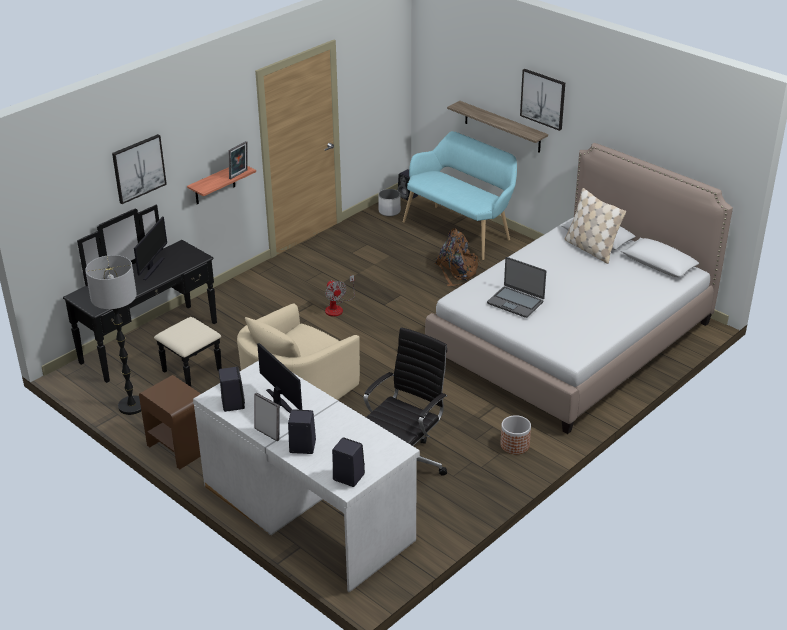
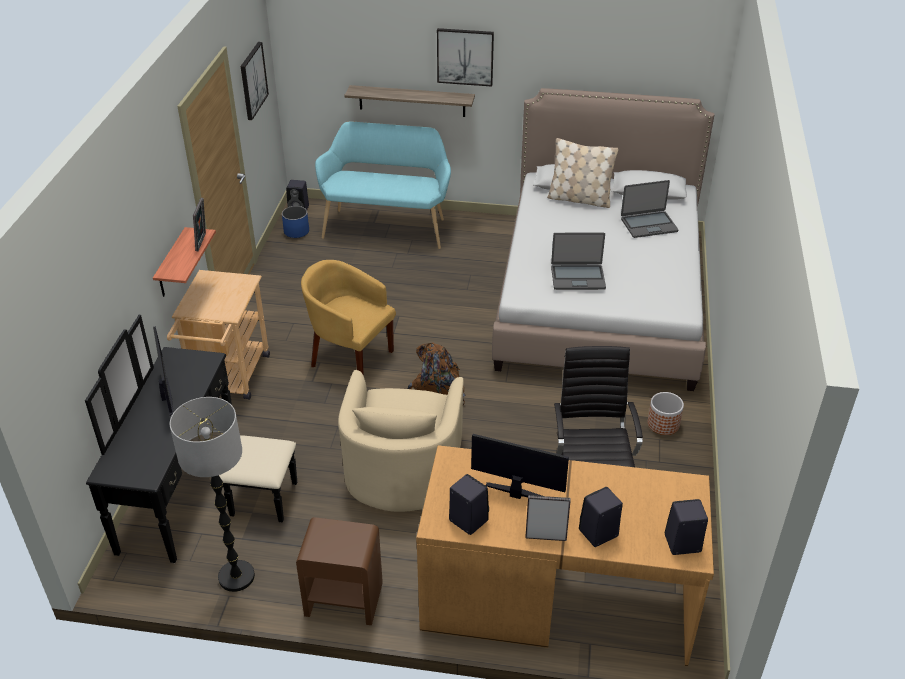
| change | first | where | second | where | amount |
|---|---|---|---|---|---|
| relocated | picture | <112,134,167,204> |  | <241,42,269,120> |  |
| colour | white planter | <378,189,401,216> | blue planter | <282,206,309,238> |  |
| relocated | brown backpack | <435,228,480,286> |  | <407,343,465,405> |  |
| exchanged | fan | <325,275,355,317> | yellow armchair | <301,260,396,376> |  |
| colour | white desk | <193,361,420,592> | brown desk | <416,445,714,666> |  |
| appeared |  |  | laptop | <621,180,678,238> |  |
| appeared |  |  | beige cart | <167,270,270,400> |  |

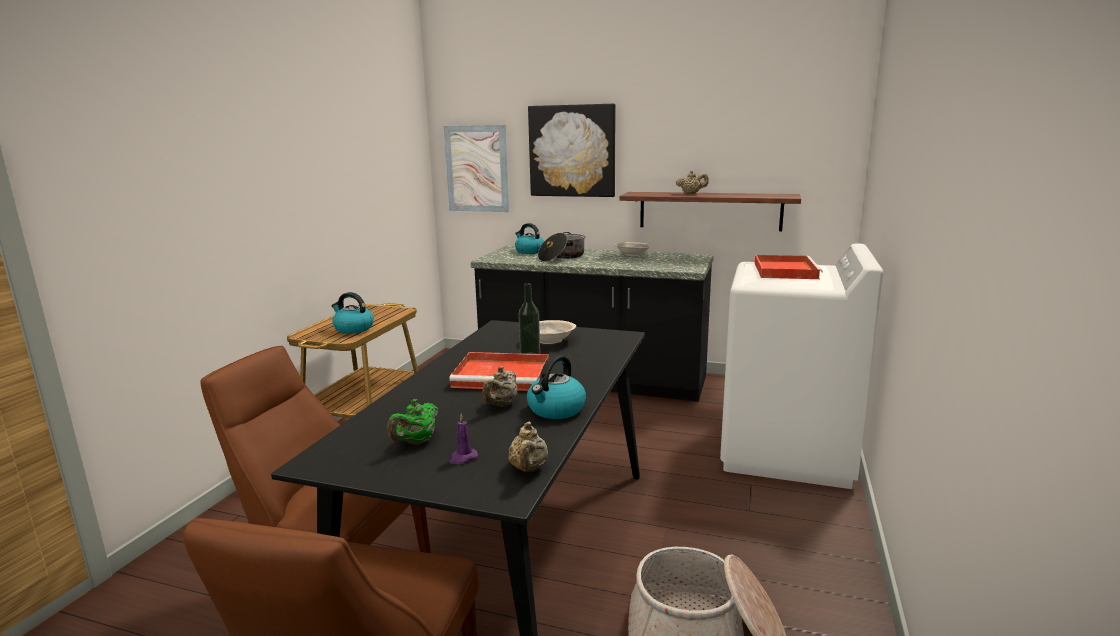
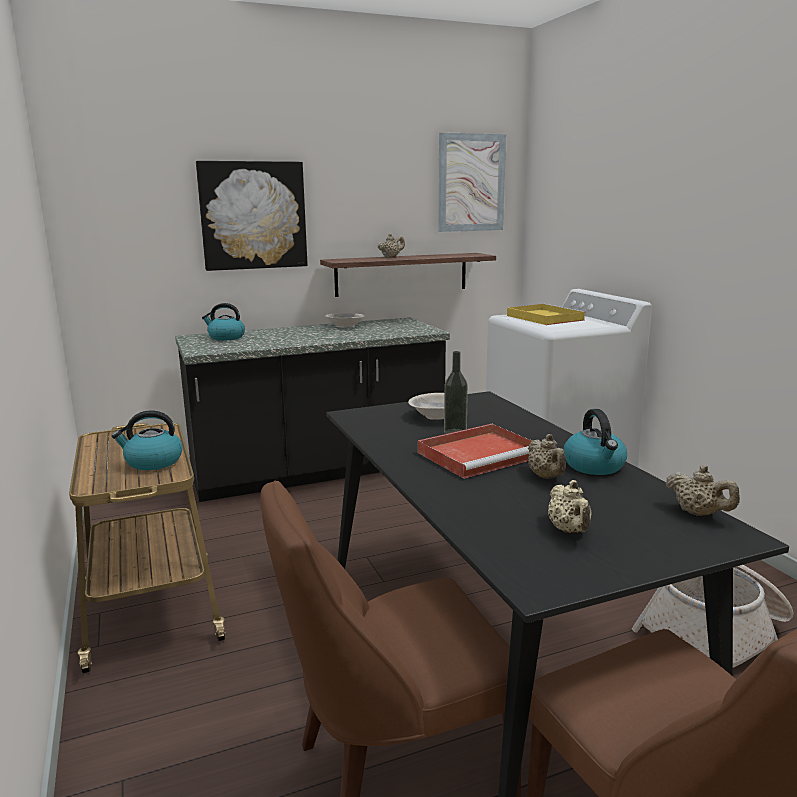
| change | first | where | second | where | amount |
|---|---|---|---|---|---|
| relocated | picture | <444,125,509,212> |  | <438,133,506,232> |  |
| missing | cooking pot | <538,232,585,262> |  |  |  |
| colour | red tray | <755,255,823,279> | yellow tray | <507,304,586,325> |  |
| colour | green teapot | <387,399,438,445> | beige teapot | <548,480,592,533> |  |
| missing | purple candle | <450,413,478,464> |  |  |  |

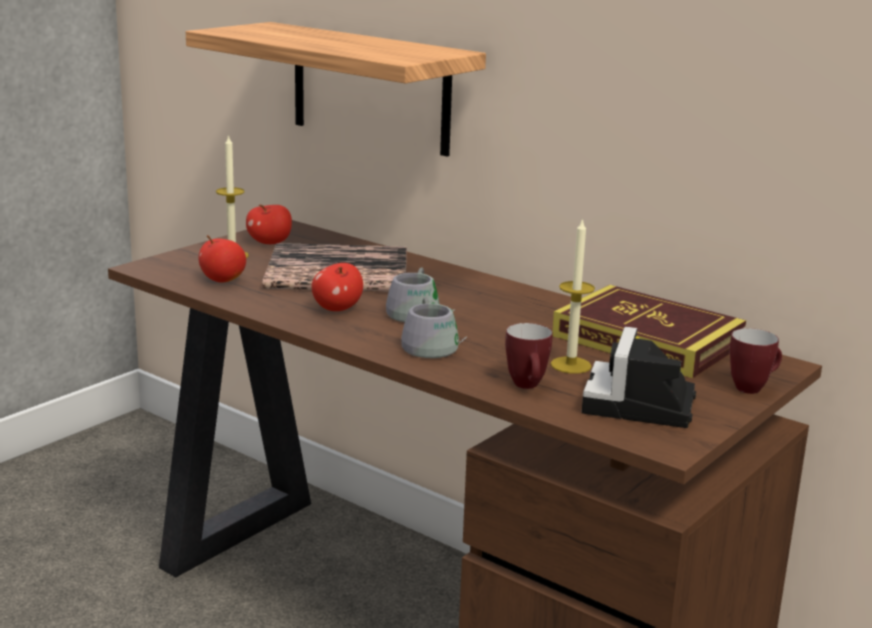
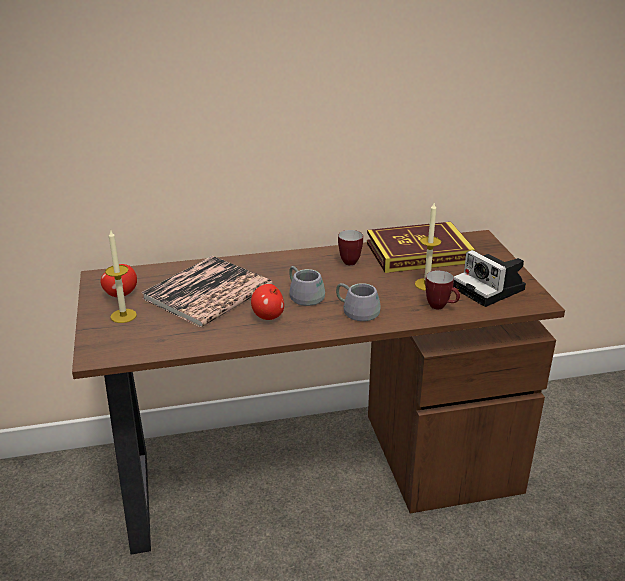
| change | first | where | second | where | amount |
|---|---|---|---|---|---|
| missing | shelf | <186,22,486,157> |  |  |  |
| missing | apple | <198,235,246,283> |  |  |  |
| relocated | mug | <730,328,782,394> |  | <338,230,363,266> |  |

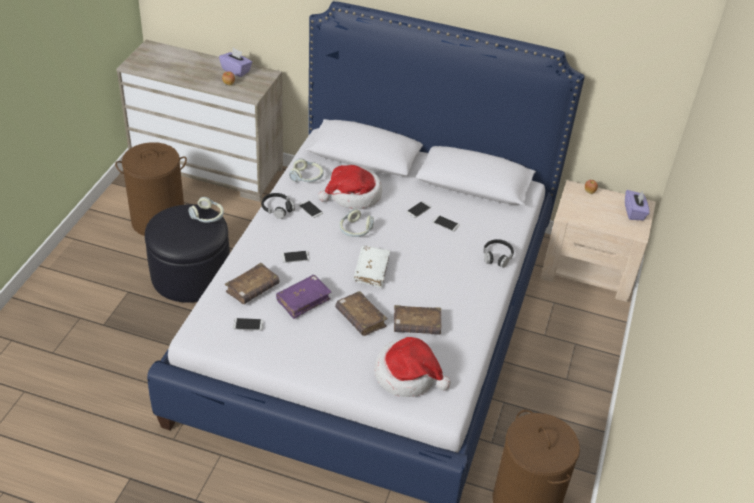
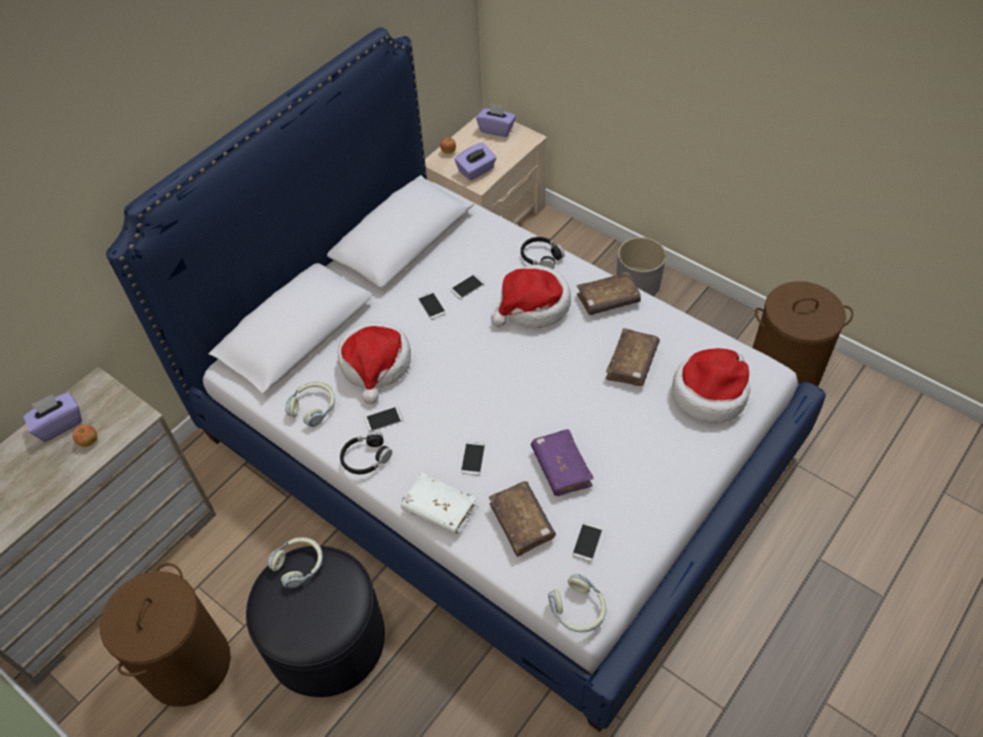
| change | first | where | second | where | amount |
|---|---|---|---|---|---|
| relocated | headphones | <339,209,374,237> |  | <548,574,606,632> |  |
| relocated | white book | <353,246,390,288> |  | <401,472,477,535> |  |
| relocated | brown book | <335,291,388,336> |  | <577,271,641,315> |  |
| appeared |  |  | purple tissue box | <455,143,496,181> |  |
| appeared |  |  | grey planter | <616,237,666,296> |  |
| appeared |  |  | hat | <491,265,571,328> |  |

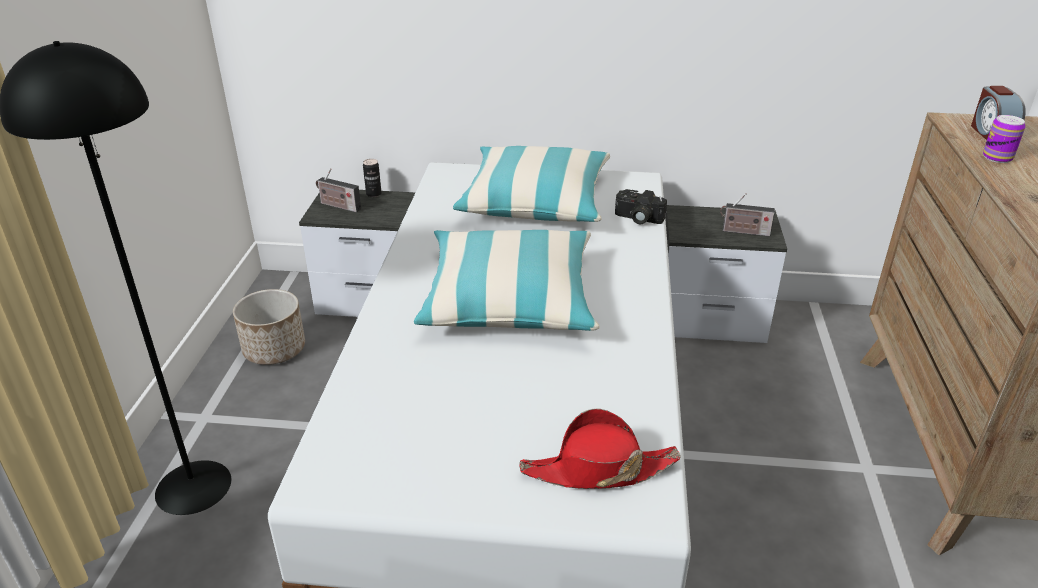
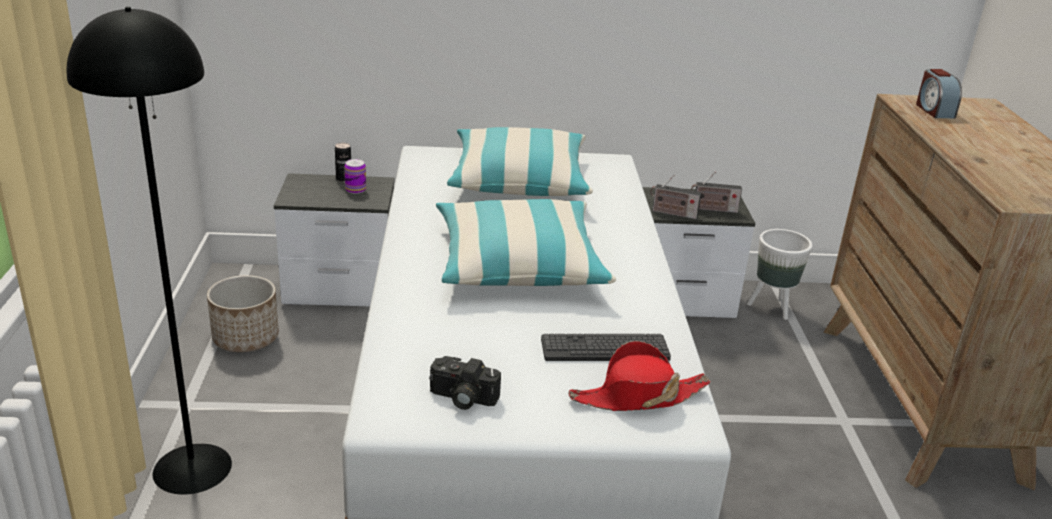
| change | first | where | second | where | amount |
|---|---|---|---|---|---|
| relocated | can | <983,115,1025,163> |  | <344,159,366,194> |  |
| relocated | radio | <316,168,361,213> |  | <650,175,702,219> |  |
| relocated | photo camera | <615,189,667,224> |  | <429,356,501,410> |  |
| appeared |  |  | white planter | <747,229,812,320> |  |
| appeared |  |  | keyboard | <541,334,671,361> |  |

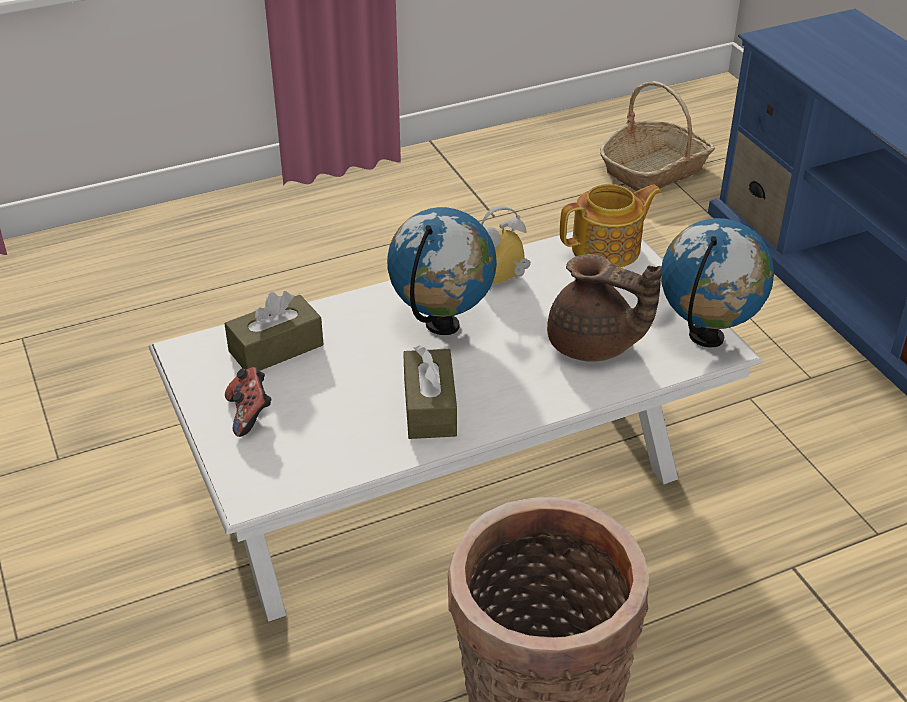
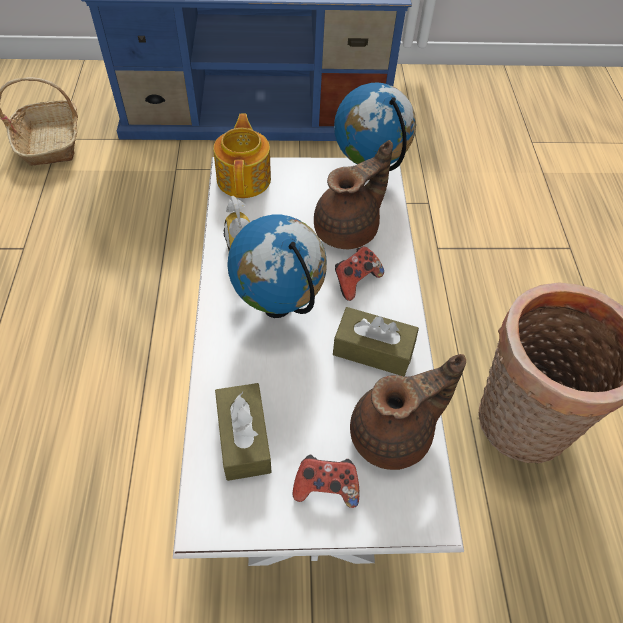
| change | first | where | second | where | amount |
|---|---|---|---|---|---|
| appeared |  |  | game controller | <335,246,384,301> |  |
| appeared |  |  | brown teapot | <350,354,466,470> |  |

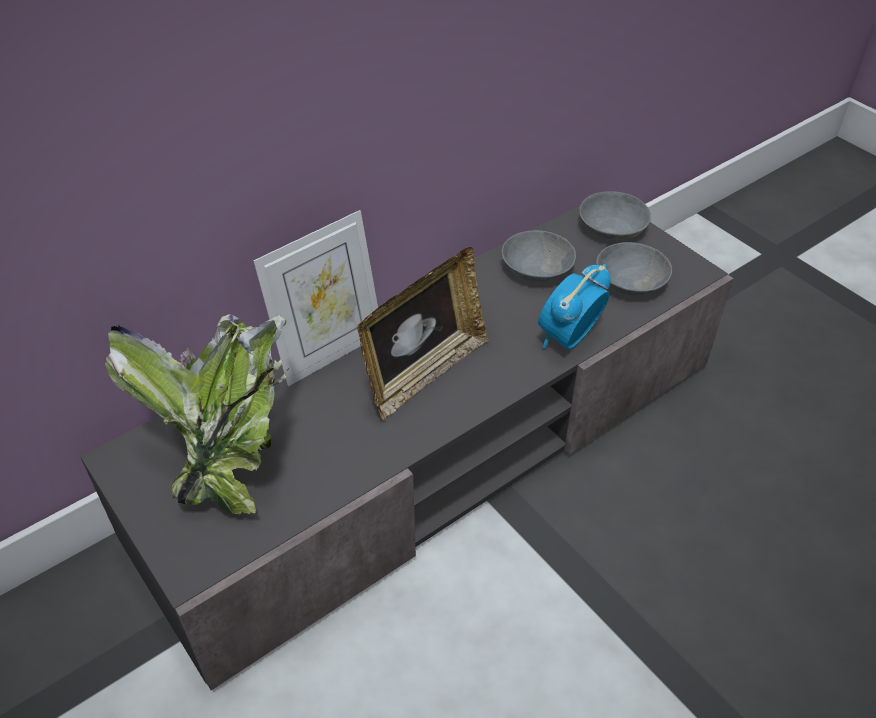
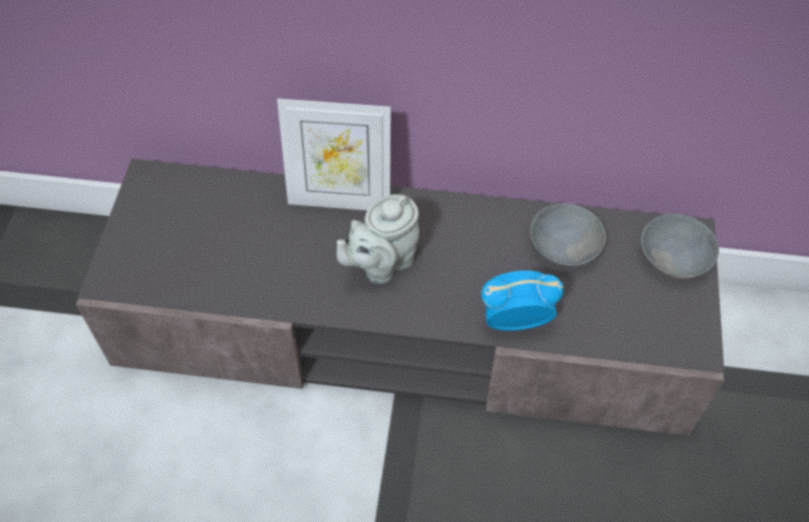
| change | first | where | second | where | amount |
|---|---|---|---|---|---|
| missing | grey bowl | <596,242,672,296> |  |  |  |
| exchanged | picture frame | <357,247,489,420> | grey teapot | <336,194,419,284> |  |
| missing | potted plant | <105,314,289,515> |  |  |  |

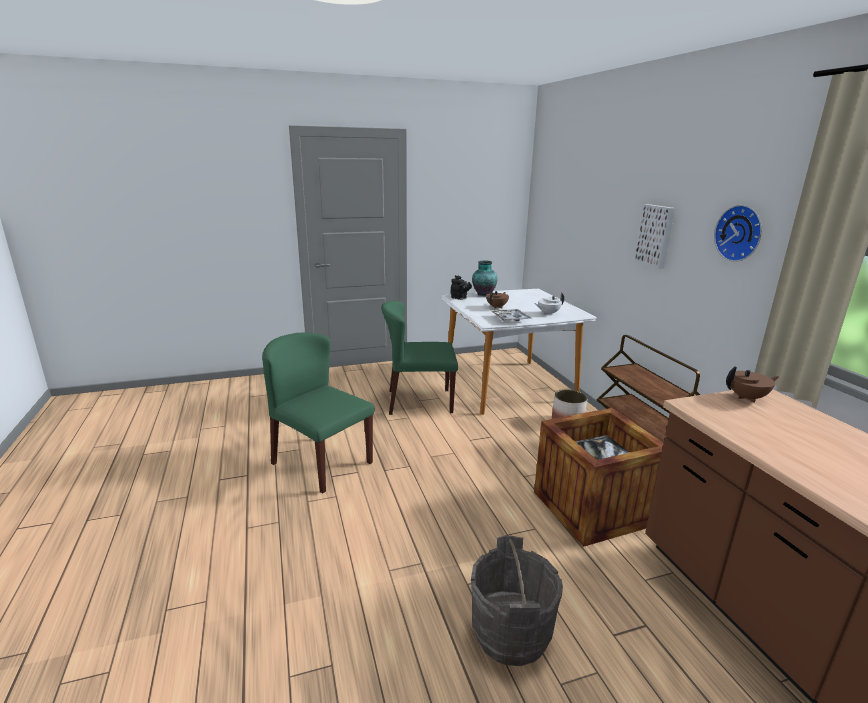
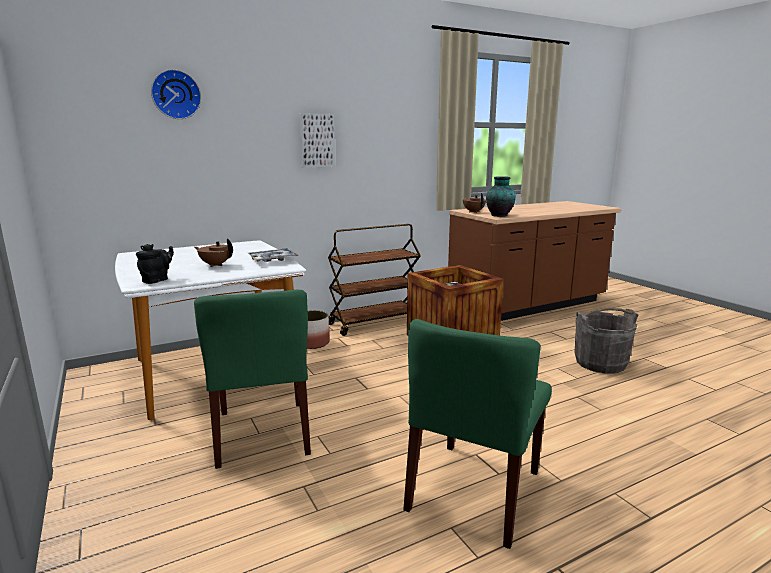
| change | first | where | second | where | amount |
|---|---|---|---|---|---|
| relocated | wall clock | <714,205,762,262> |  | <151,69,201,119> |  |
| relocated | vase | <472,260,497,296> |  | <486,176,516,217> |  |
| missing | white teapot | <534,292,564,315> |  |  |  |

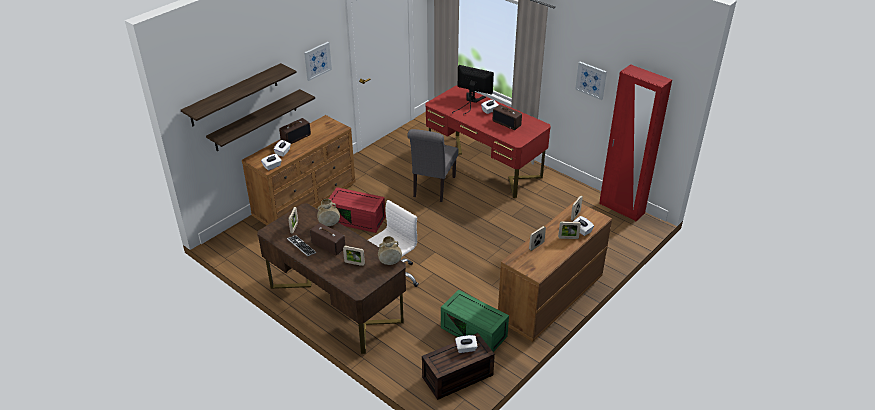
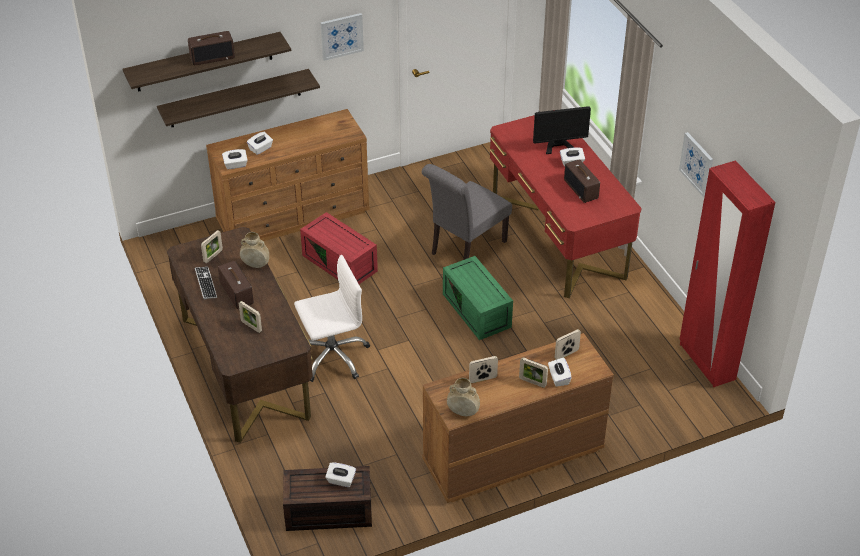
| change | first | where | second | where | amount |
|---|---|---|---|---|---|
| spun | monitor | <452,65,494,116> |  | <533,106,591,154> | 120 degrees clockwise |
| relocated | radio | <279,118,311,144> |  | <188,31,235,65> |  |
| relocated | beige vase | <378,236,402,265> |  | <447,378,480,416> |  |
| relocated | green storage box | <441,290,509,352> |  | <443,256,513,340> |  |

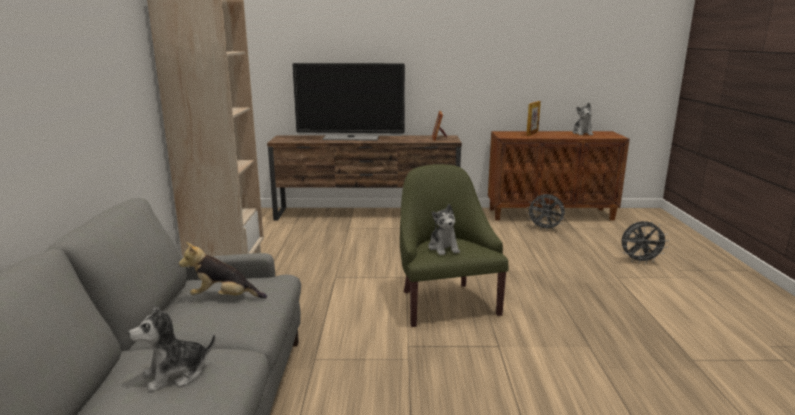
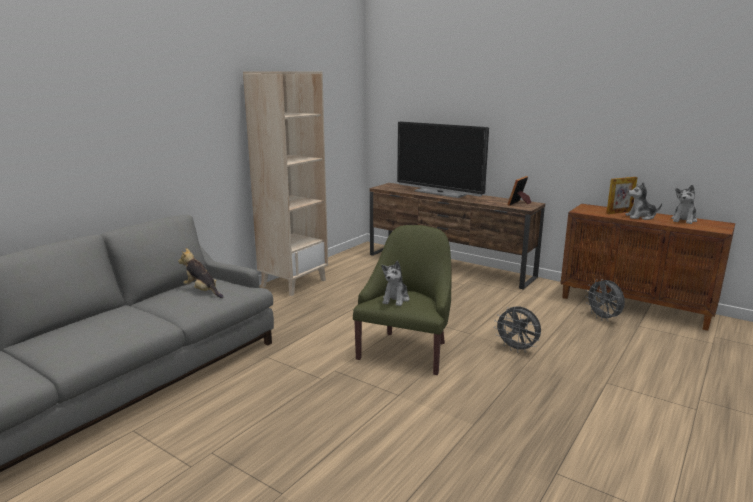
| change | first | where | second | where | amount |
|---|---|---|---|---|---|
| relocated | grey fan | <621,221,669,264> |  | <494,307,541,353> |  |
| relocated | plush toy | <128,305,215,393> |  | <625,182,662,220> |  |

